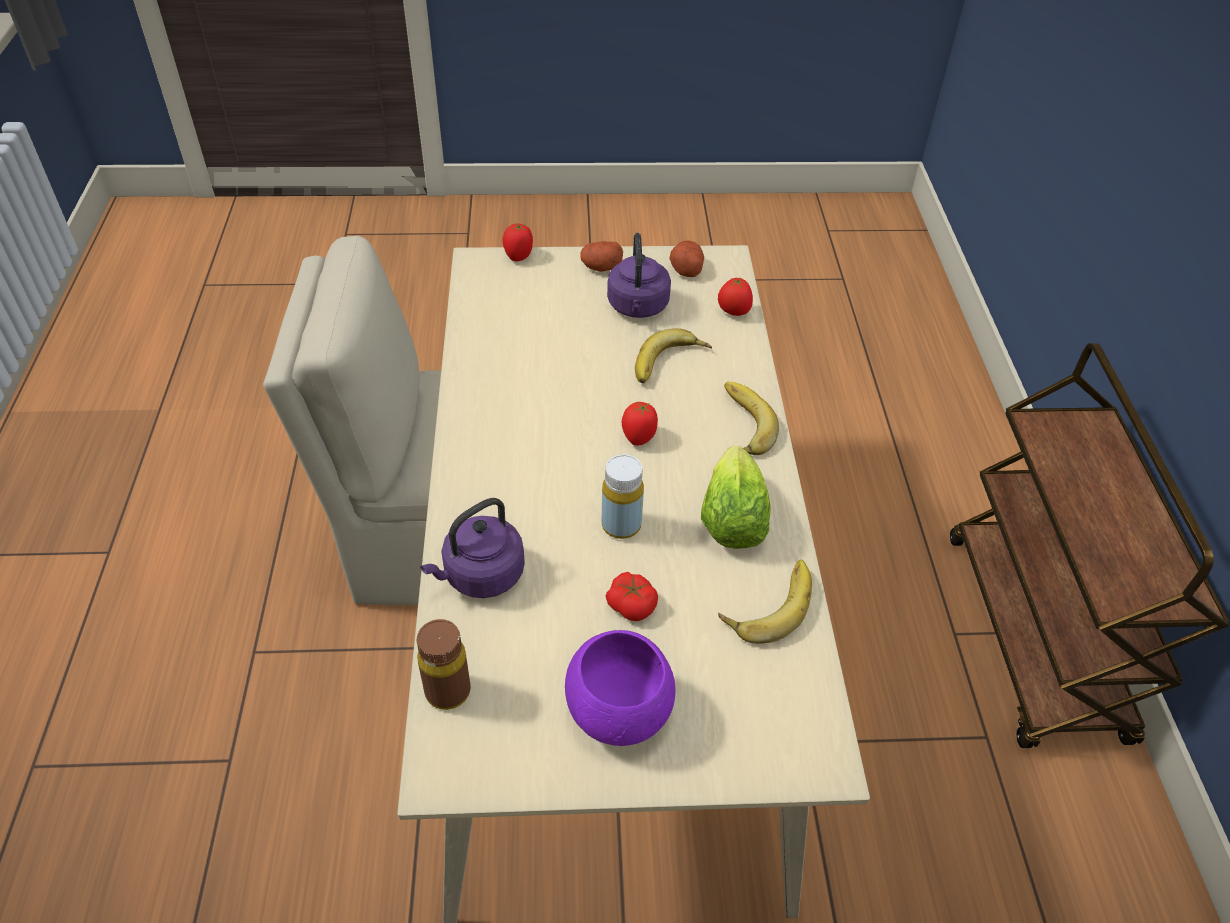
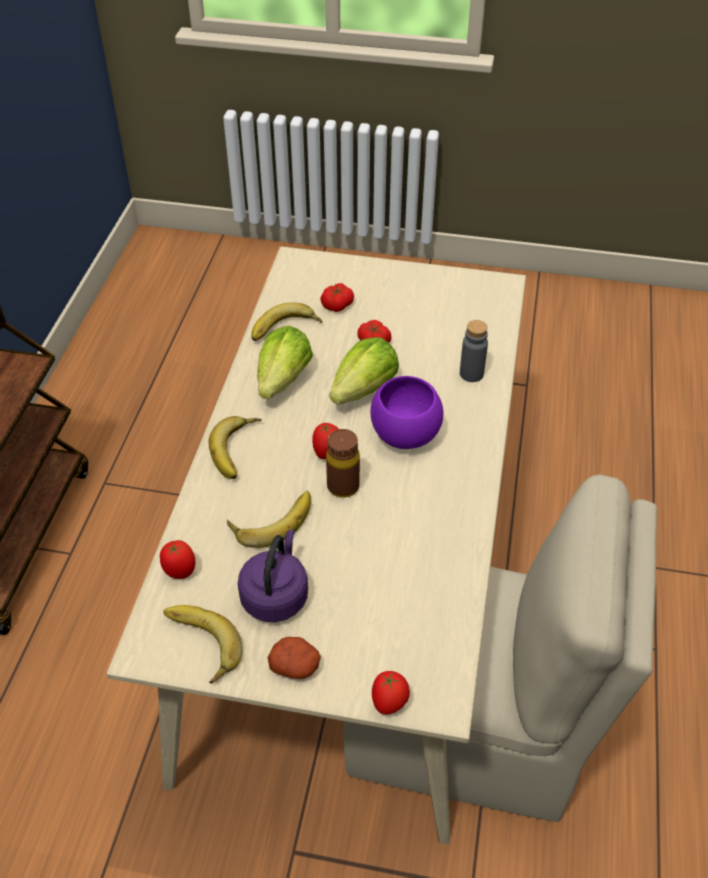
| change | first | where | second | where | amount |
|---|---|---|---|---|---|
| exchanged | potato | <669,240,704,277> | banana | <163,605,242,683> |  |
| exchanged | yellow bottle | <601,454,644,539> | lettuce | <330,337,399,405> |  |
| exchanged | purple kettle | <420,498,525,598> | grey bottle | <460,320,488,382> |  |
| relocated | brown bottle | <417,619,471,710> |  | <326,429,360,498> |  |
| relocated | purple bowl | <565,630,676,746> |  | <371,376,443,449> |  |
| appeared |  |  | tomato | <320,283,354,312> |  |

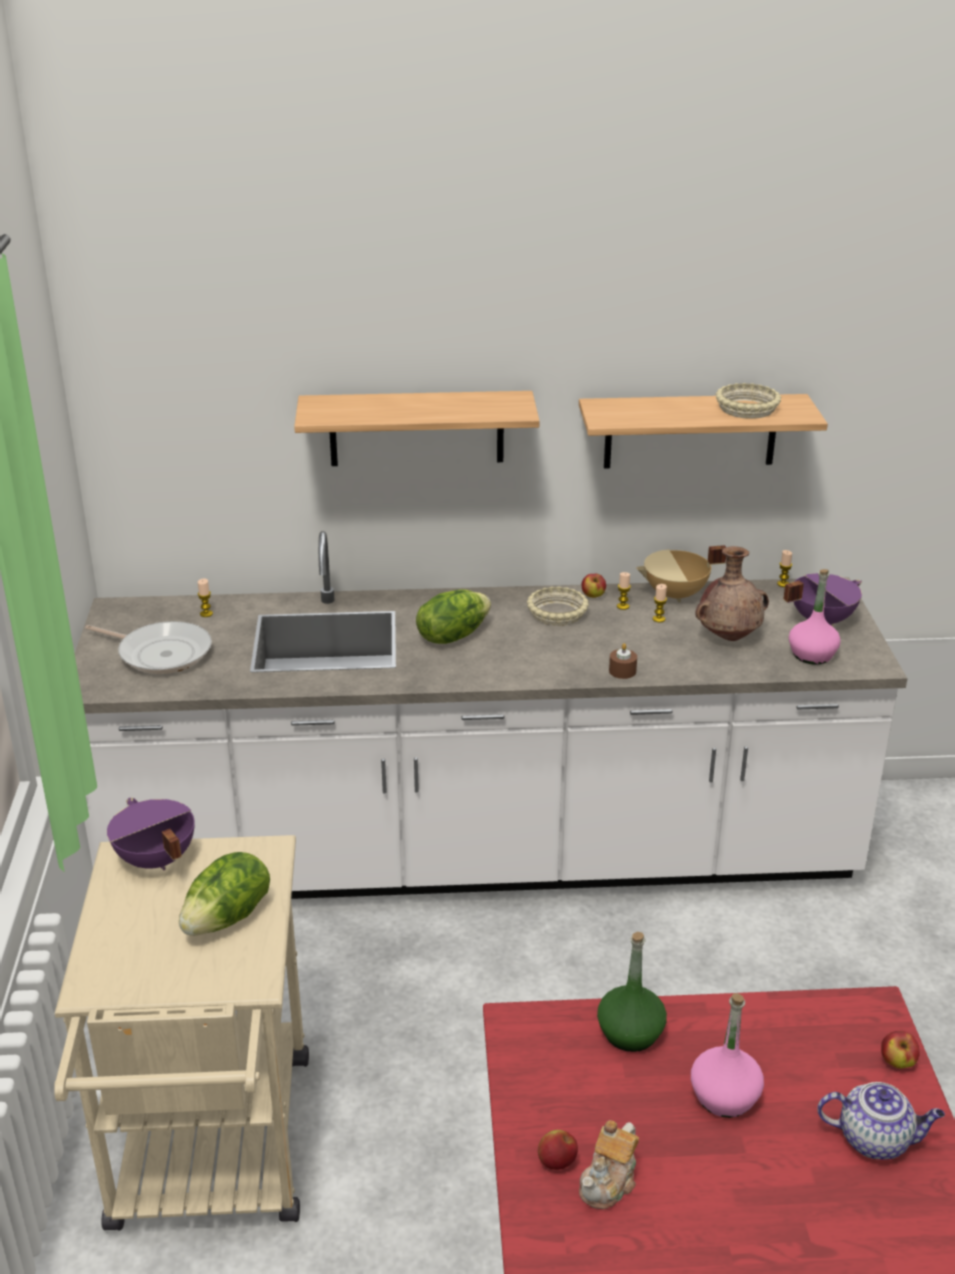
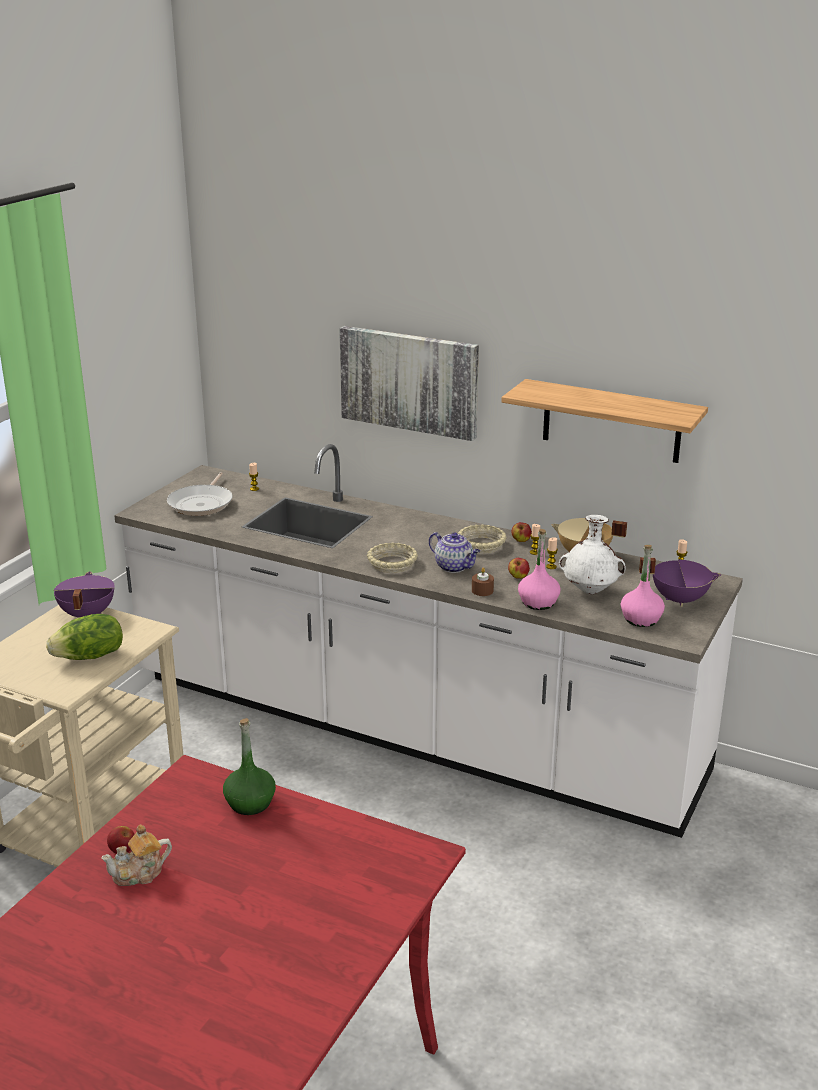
| change | first | where | second | where | amount |
|---|---|---|---|---|---|
| relocated | beige bowl | <716,383,781,419> |  | <367,542,418,573> |  |
| exchanged | shelf | <294,391,540,466> | picture | <339,326,479,441> |  |
| colour | brown vase | <695,546,769,641> | white vase | <559,515,626,594> |  |
| missing | lettuce | <416,589,491,644> |  |  |  |
| spun | frying pan | <85,621,212,674> |  | <167,472,233,516> | 45 degrees clockwise |
| relocated | pink bottle | <691,993,764,1118> |  | <518,529,560,610> |  |
| relocated | apple | <881,1031,920,1069> |  | <508,558,530,579> |  |
| relocated | teapot | <817,1082,945,1160> |  | <429,532,480,573> |  |

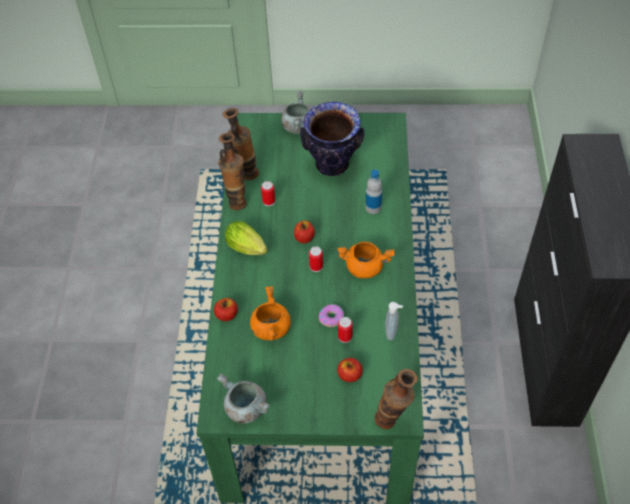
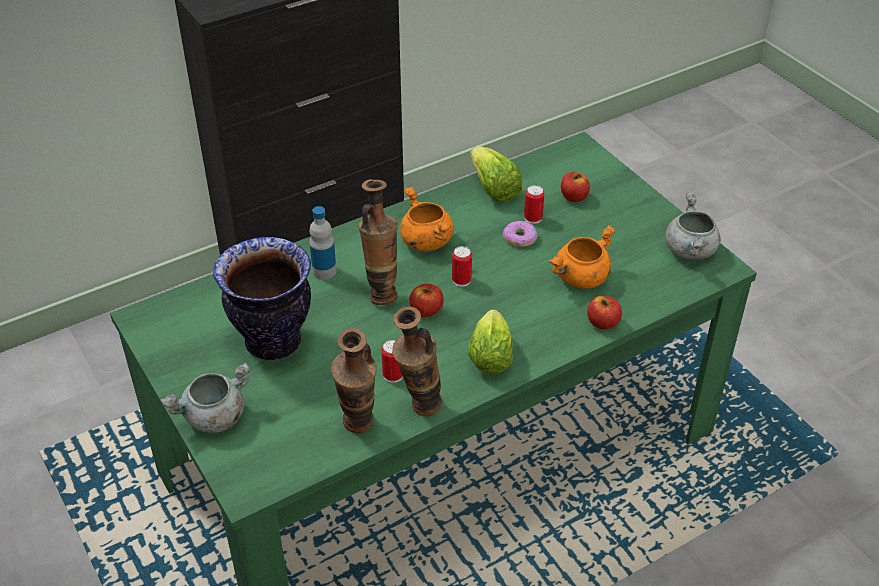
| change | first | where | second | where | amount |
|---|---|---|---|---|---|
| exchanged | soap dispenser | <385,302,403,340> | lettuce | <470,146,522,203> |  |
| relocated | vase | <375,369,418,429> |  | <358,179,398,305> |  |

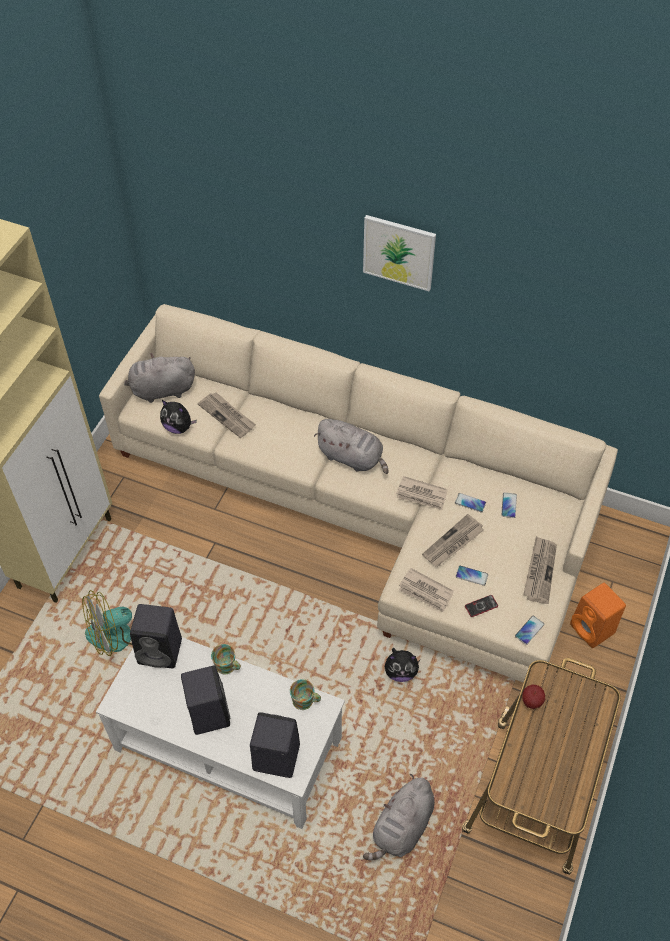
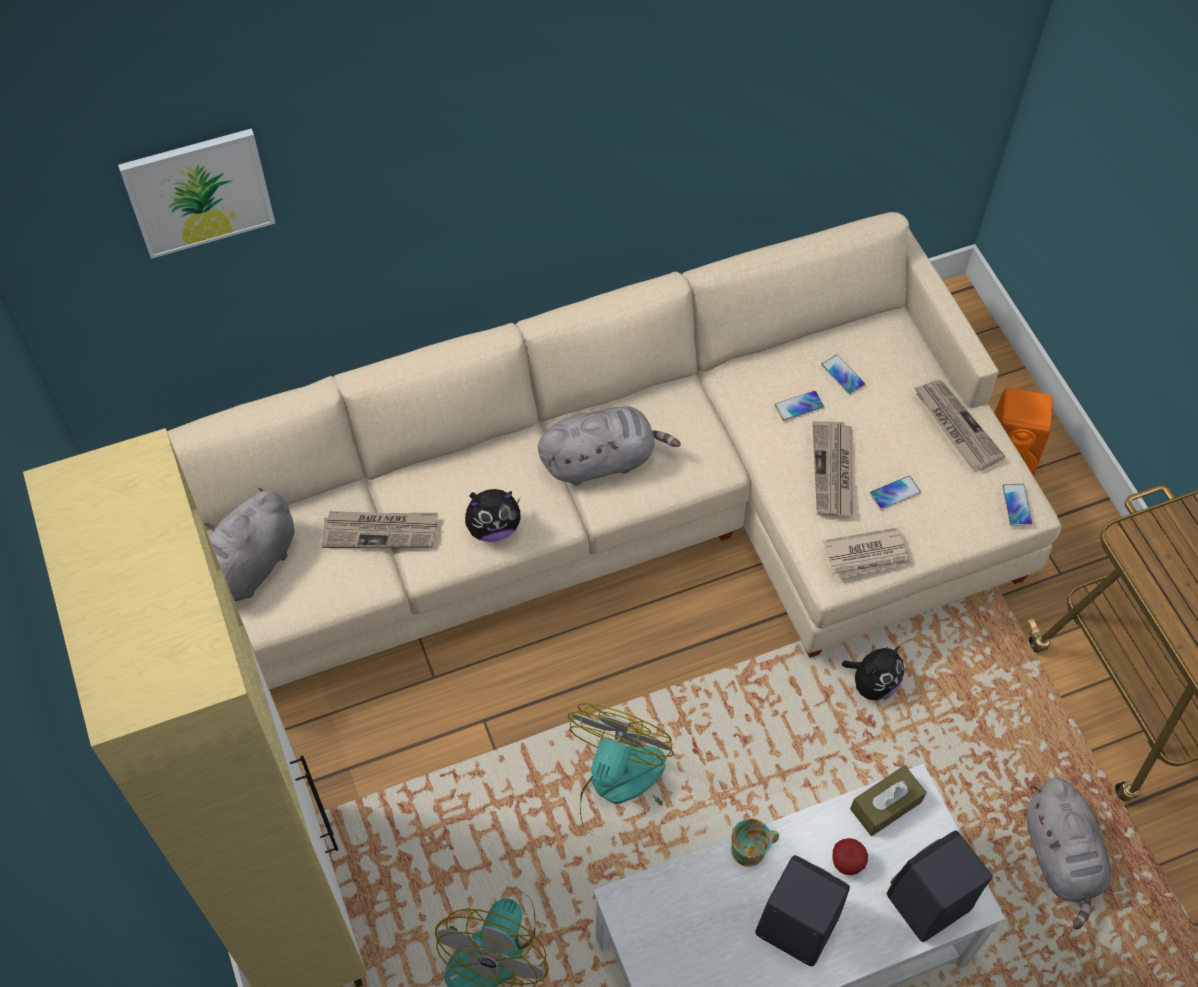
| change | first | where | second | where | amount |
|---|---|---|---|---|---|
| relocated | picture | <363,215,436,291> |  | <118,128,275,259> |  |
| relocated | plush toy | <160,400,197,434> |  | <465,489,521,542> |  |
| missing | newspaper | <396,476,448,510> |  |  |  |
| missing | phone | <465,595,498,617> |  |  |  |
| missing | black speaker | <130,604,182,668> |  |  |  |
| exchanged | mug | <290,679,321,710> | brown tissue box | <850,765,927,836> |  |
| relocated | apple | <522,685,545,709> |  | <833,838,868,875> |  |
| appeared |  |  | fan | <568,703,674,841> |  |

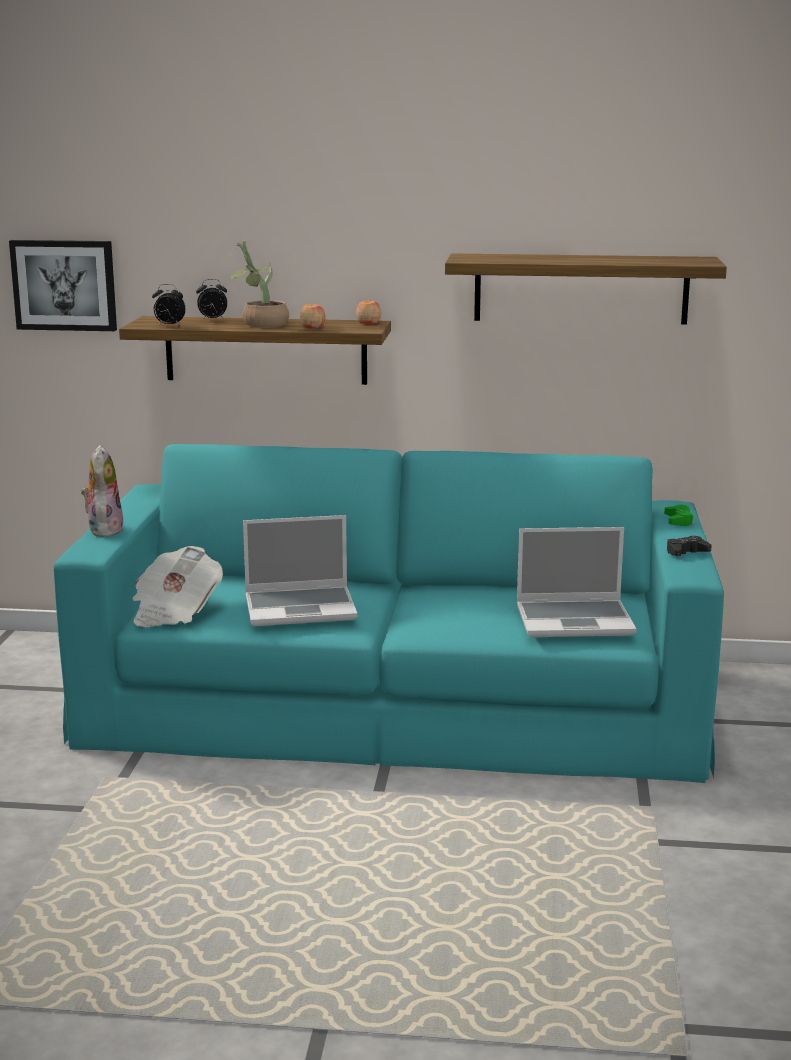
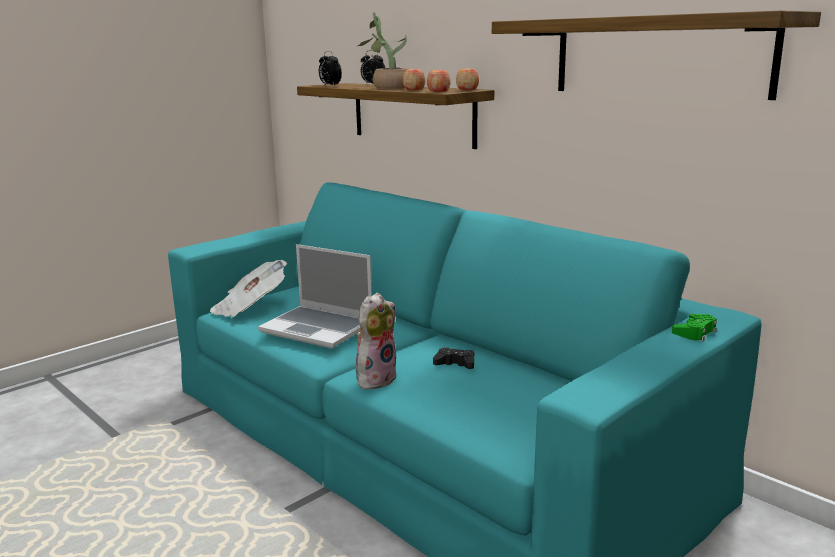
| change | first | where | second | where | amount |
|---|---|---|---|---|---|
| missing | picture | <9,240,117,331> |  |  |  |
| relocated | plush toy | <81,445,124,537> |  | <356,292,397,389> |  |
| missing | laptop | <517,527,637,637> |  |  |  |
| relocated | black game controller | <667,536,712,556> |  | <433,347,474,369> |  |
| appeared |  |  | apple | <427,70,451,92> |  |

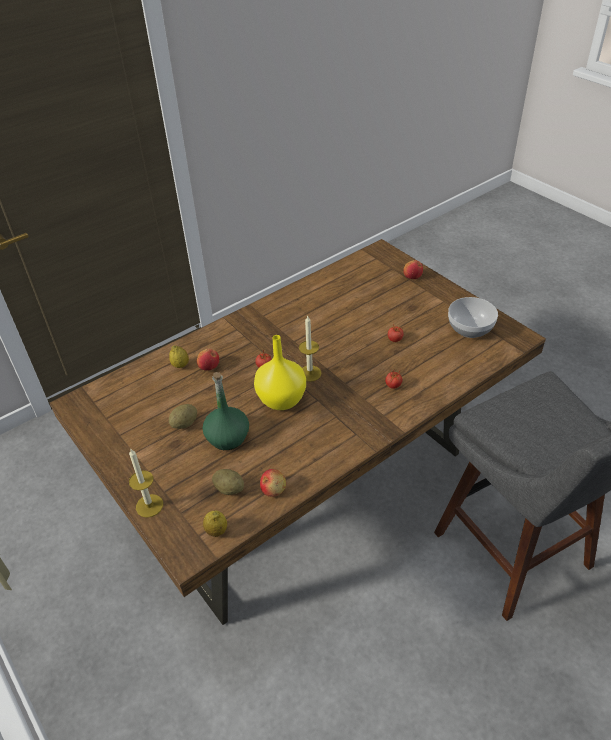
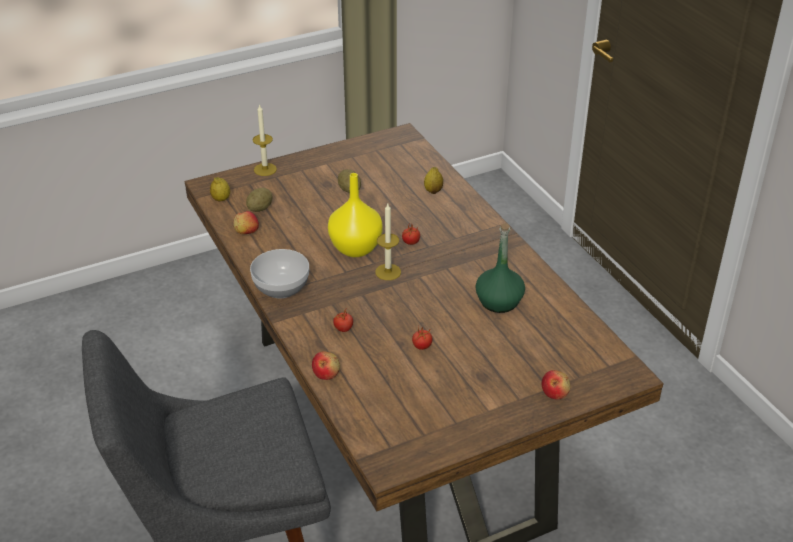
| change | first | where | second | where | amount |
|---|---|---|---|---|---|
| relocated | bowl | <448,297,498,338> |  | <250,249,309,299> |  |
| relocated | apple | <197,348,219,371> |  | <312,351,340,380> |  |
| relocated | green bottle | <202,372,249,450> |  | <475,223,525,313> |  |

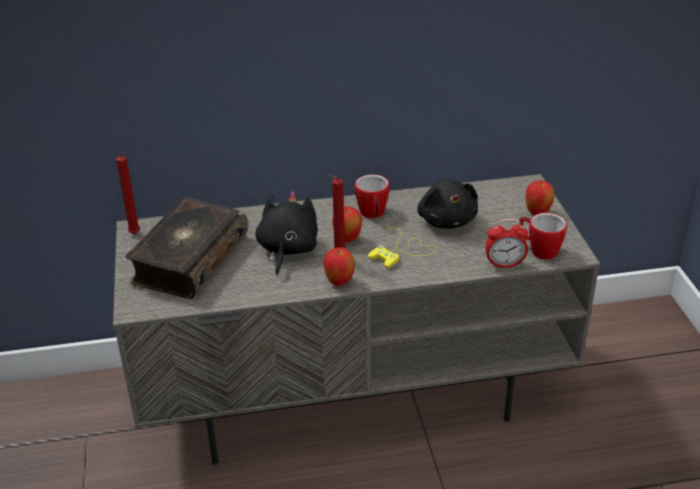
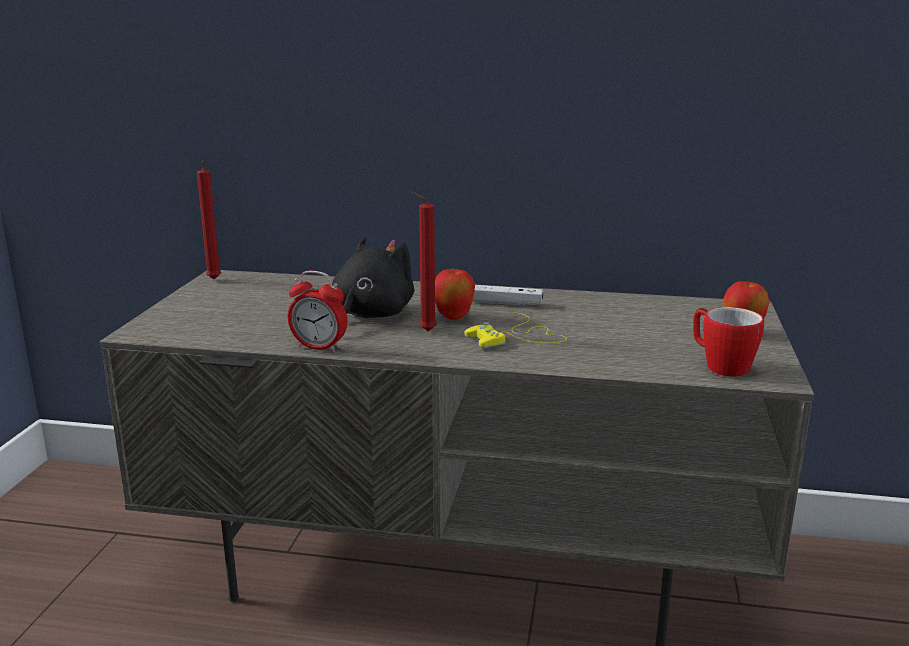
| change | first | where | second | where | amount |
|---|---|---|---|---|---|
| exchanged | mug | <355,174,389,218> | white game controller | <473,285,544,306> |  |
| missing | black plush toy | <417,179,478,229> |  |  |  |
| missing | book | <125,196,248,299> |  |  |  |
| relocated | alarm clock | <485,219,528,268> |  | <288,271,347,352> |  |
| missing | apple | <323,247,355,286> |  |  |  |

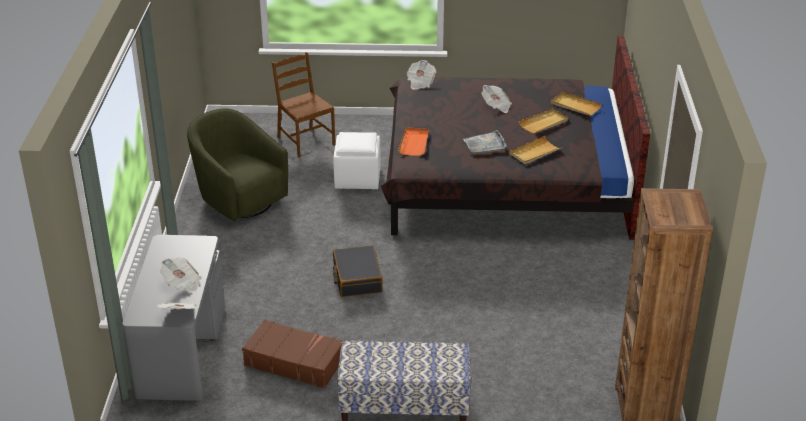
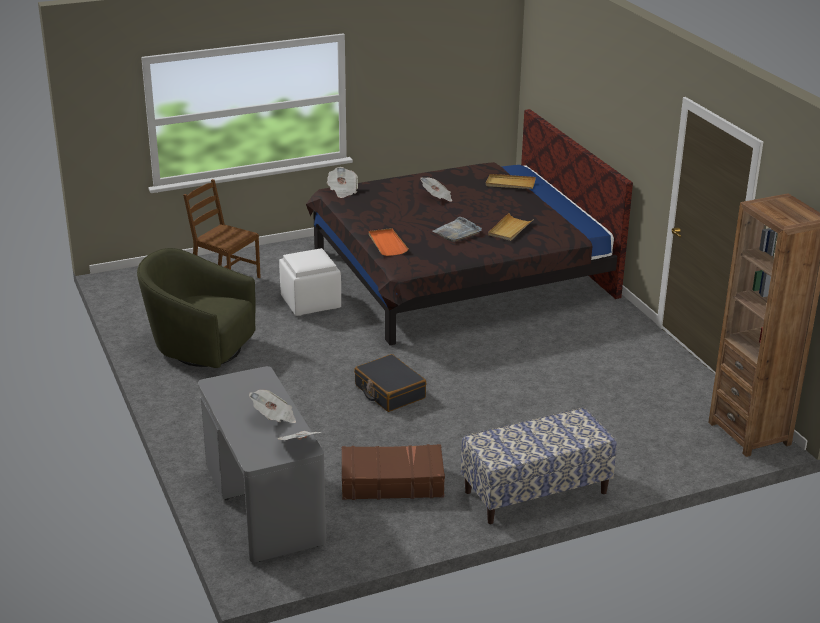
| change | first | where | second | where | amount |
|---|---|---|---|---|---|
| missing | beige tray | <518,109,568,133> |  |  |  |

